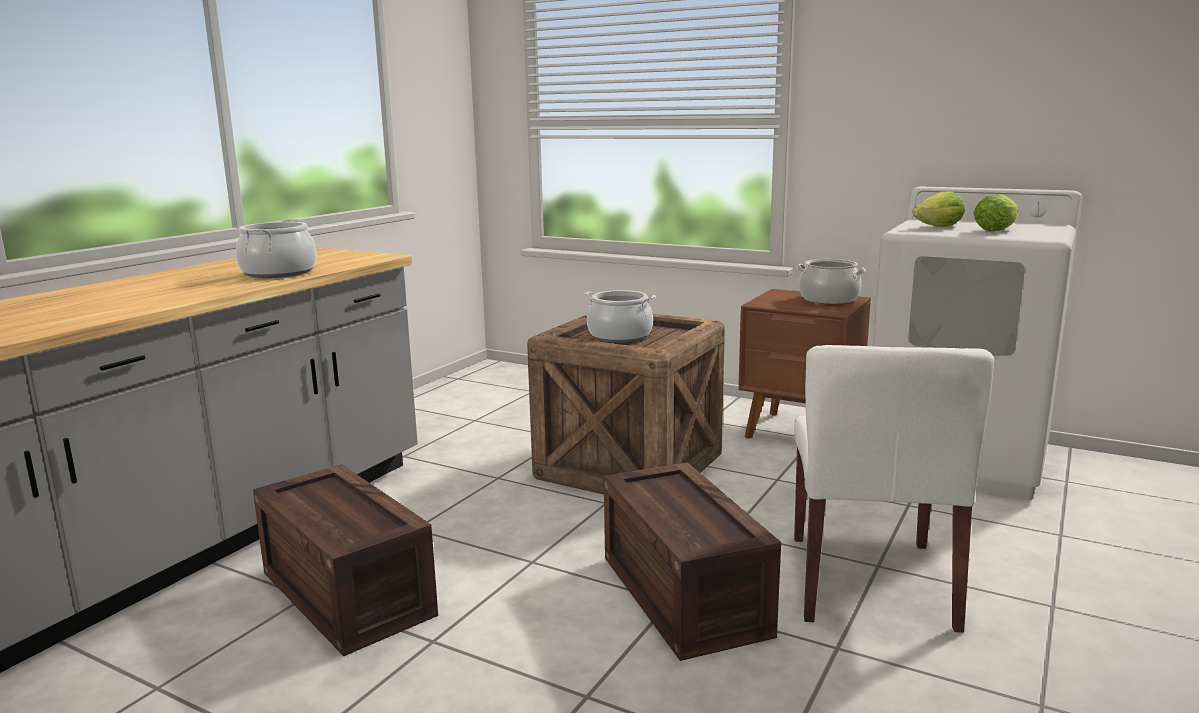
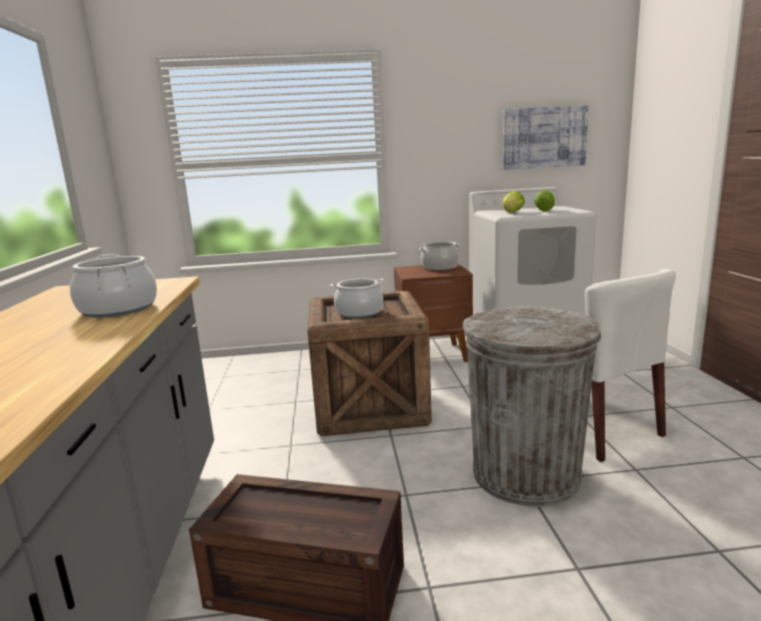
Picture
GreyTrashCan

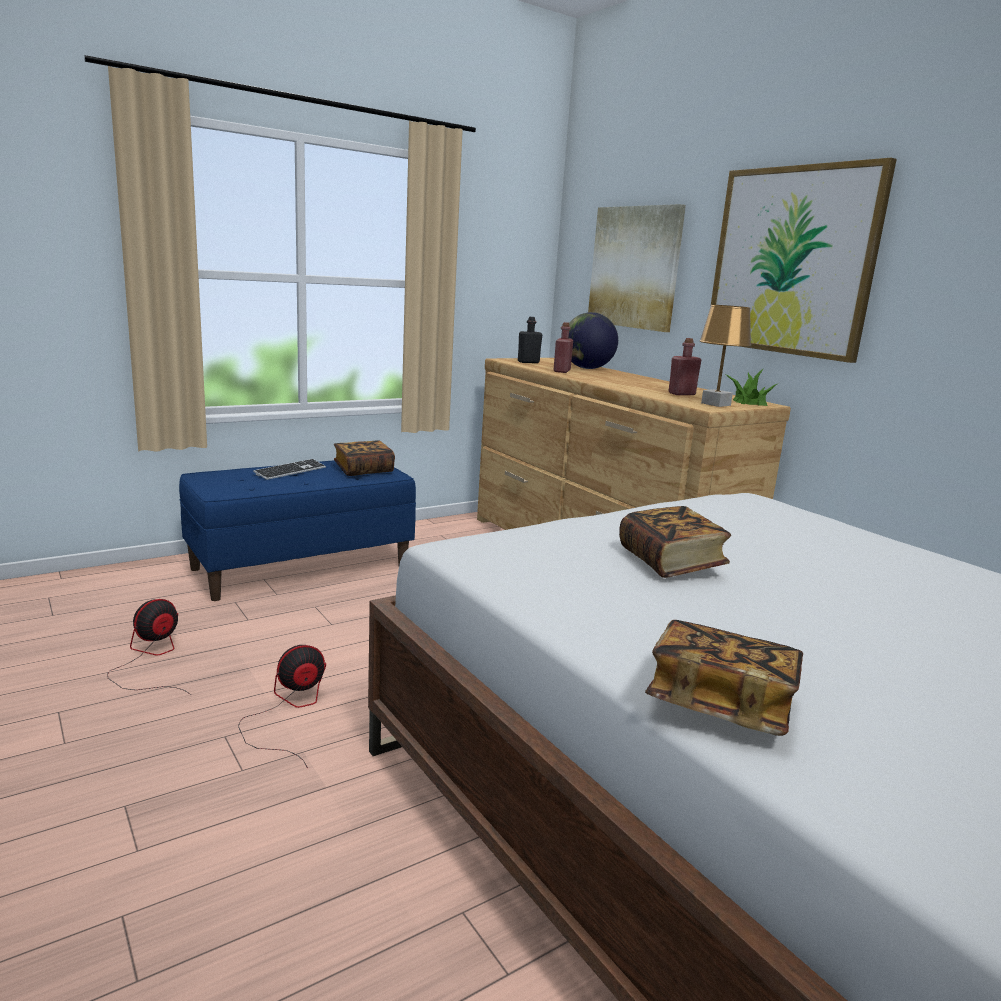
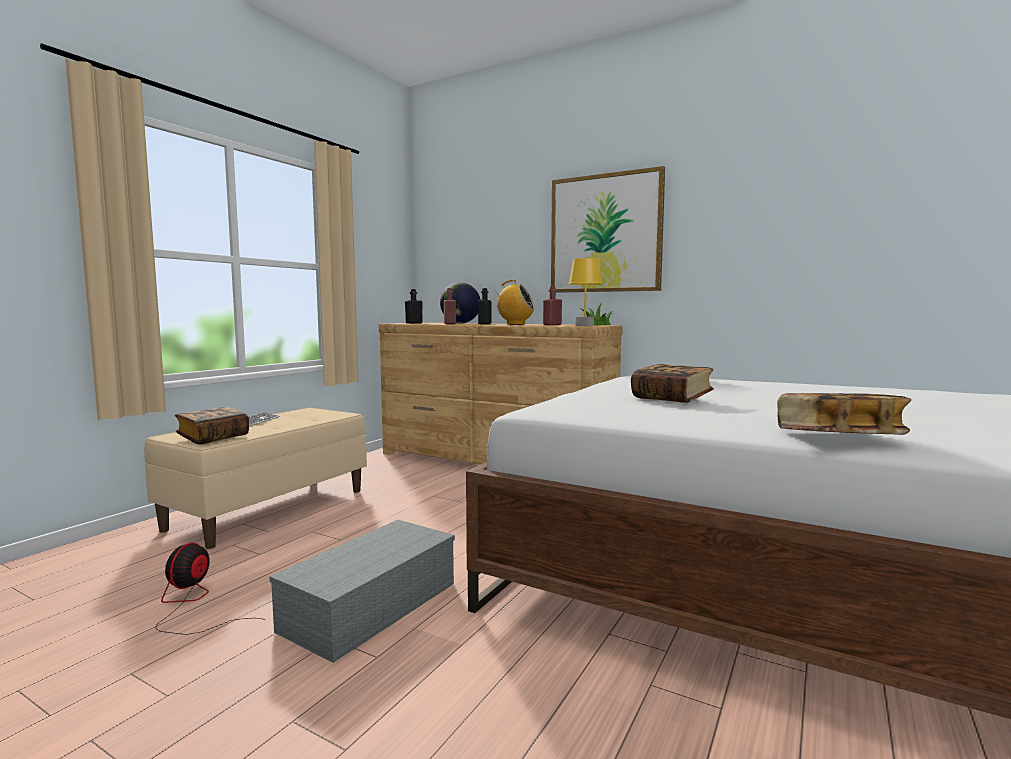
Picture (1st from left in the first image)
BlackBottle (2nd from left)
Radio
Book (1st from left)
GreyStorageBox
BeigeBench
YellowTableLamp

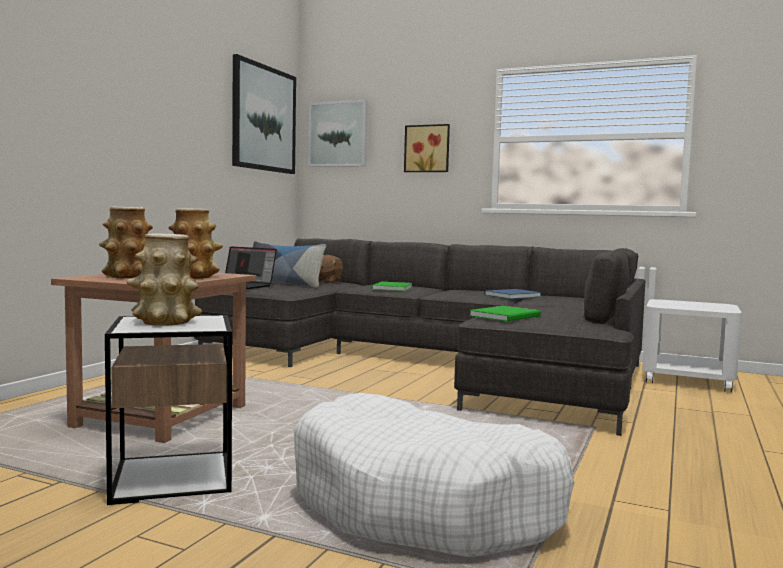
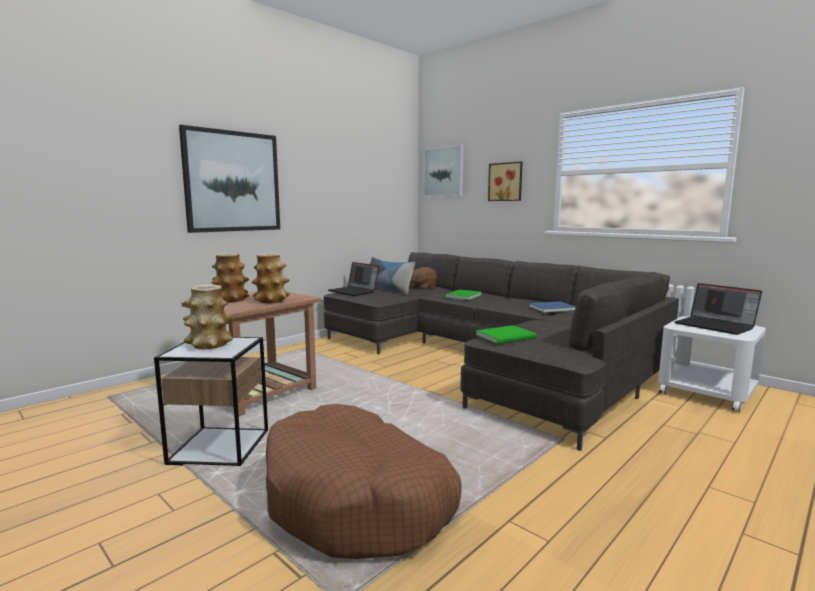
Laptop (2nd from left)
Picture (1st from left)
BrownDogBed

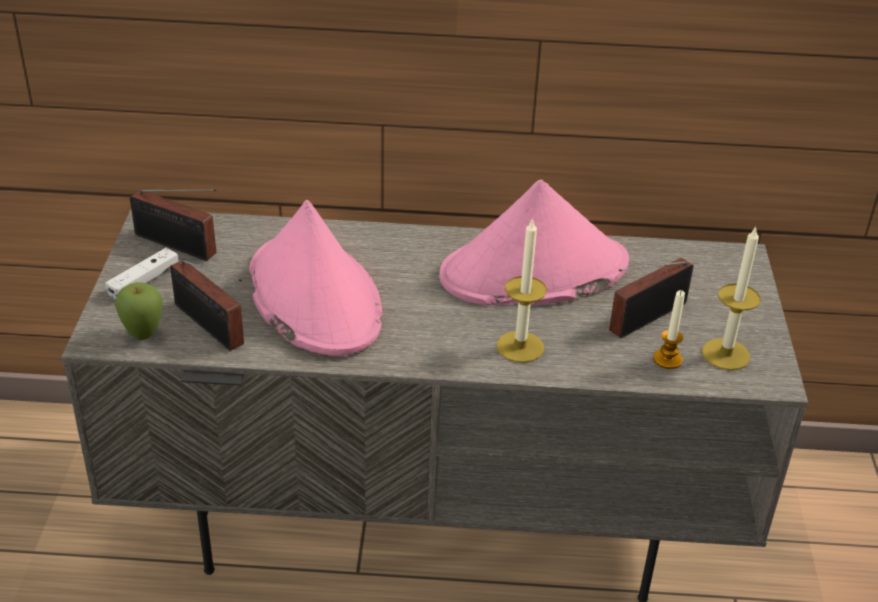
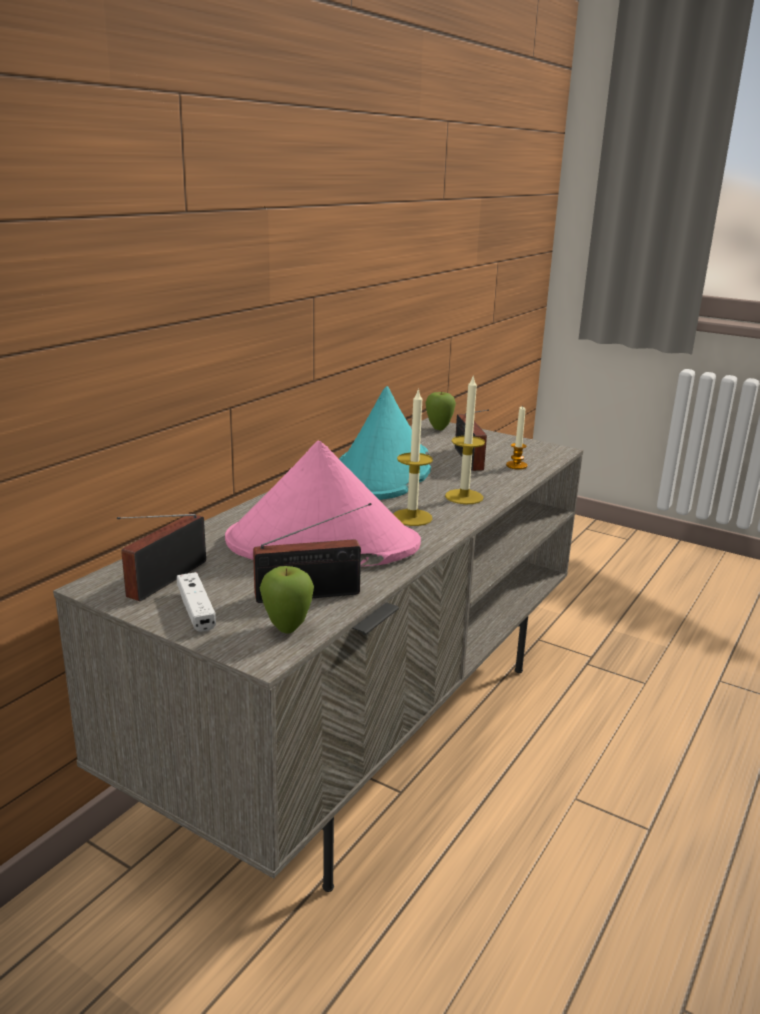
Apple (2nd from left)
Candle (1st from left)
TurquoiseHat
Radio (1st from left)

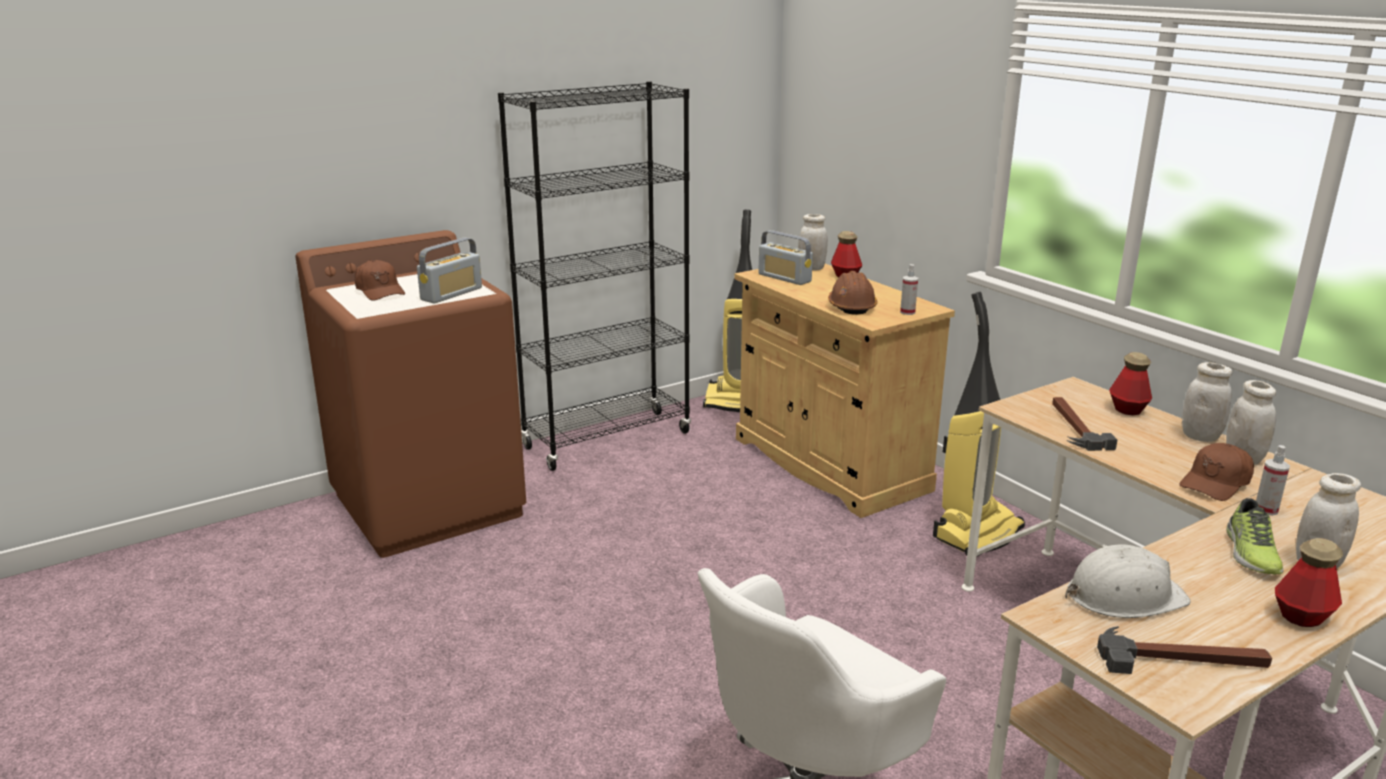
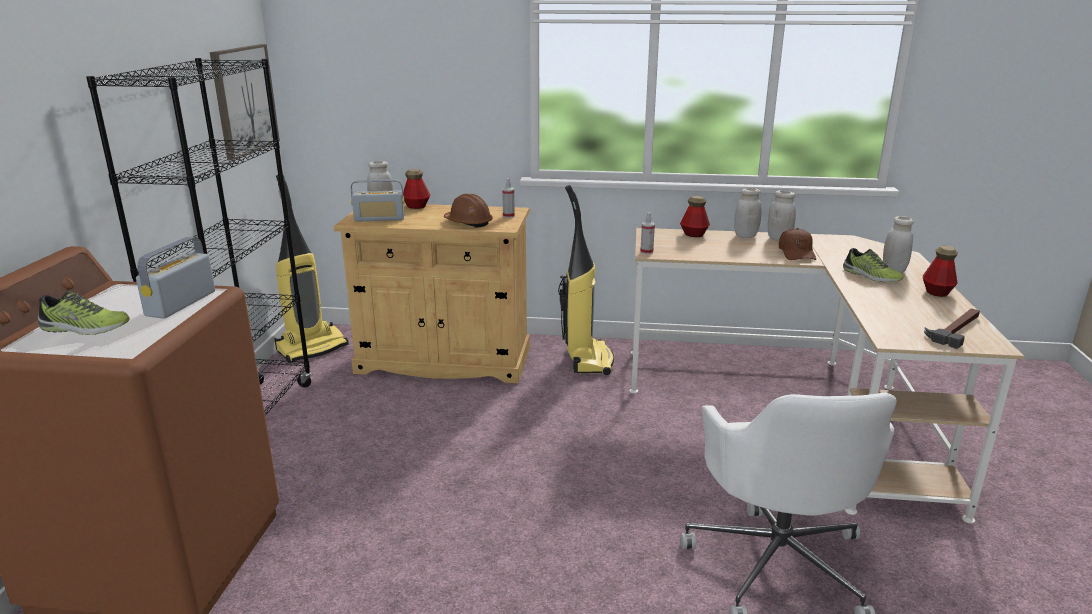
Hammer (1st from left in the first image)
WhiteHardHat
Picture
SprayBottle (2nd from left)
Shoe (1st from left)
Radio (1st from left)

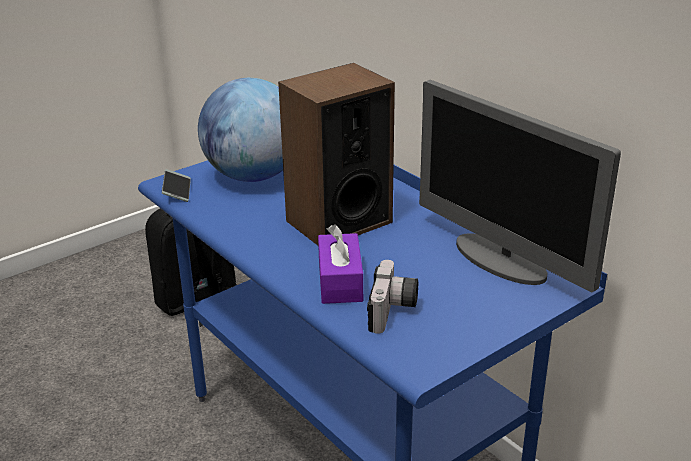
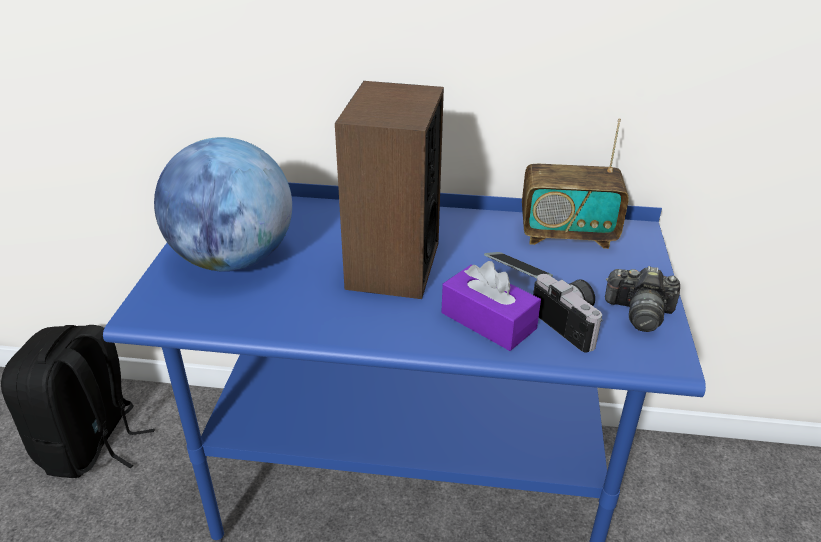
PhotoCamera (2nd from left)
Phone
Radio

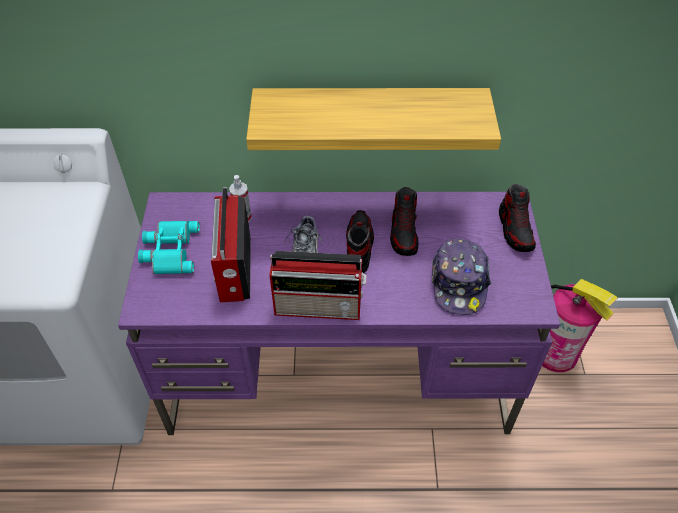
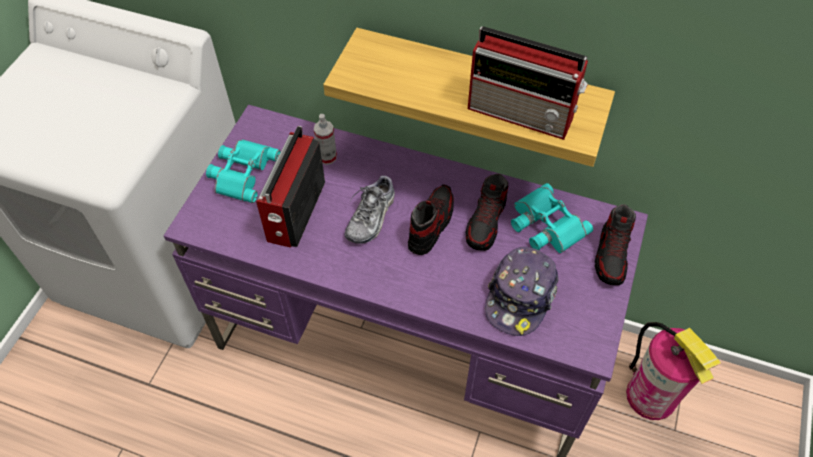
TurquoiseBinoculars (2nd from left)
Radio (2nd from left)

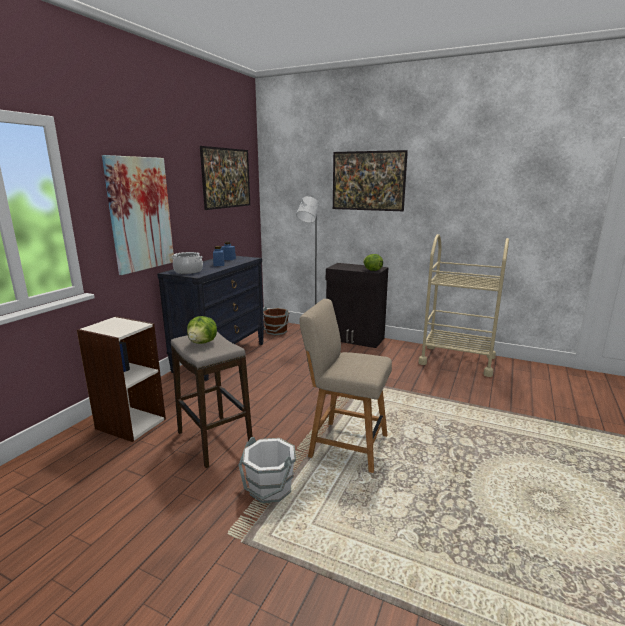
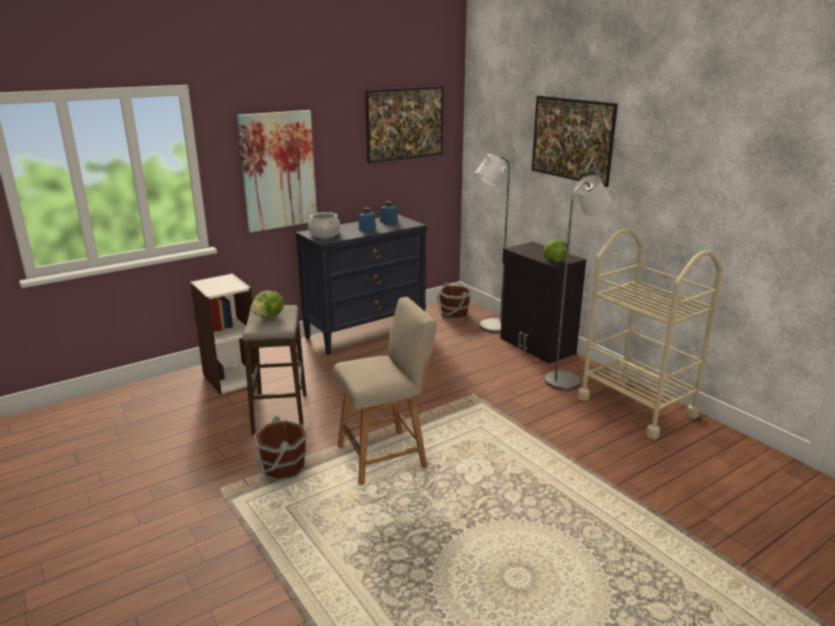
GreyFloorLamp (2nd from left)
BrownBucket (1st from left)
BeigeChair

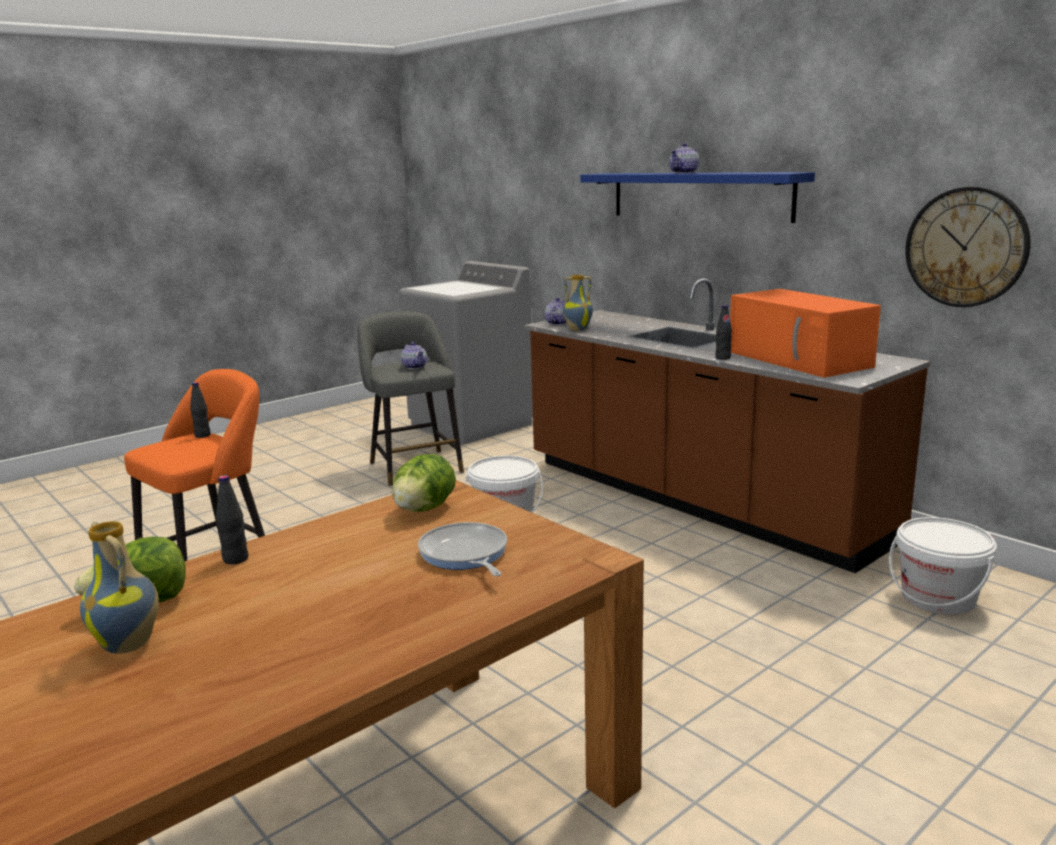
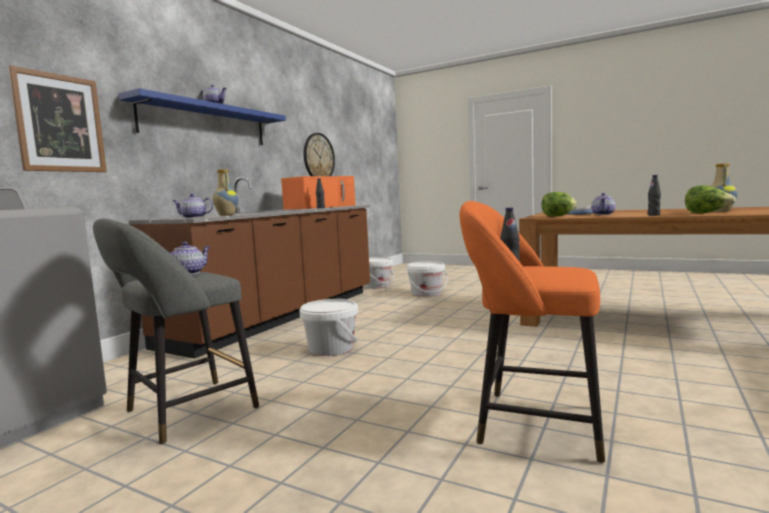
Picture
WhiteBucket (3rd from left)
Teapot (4th from left)

